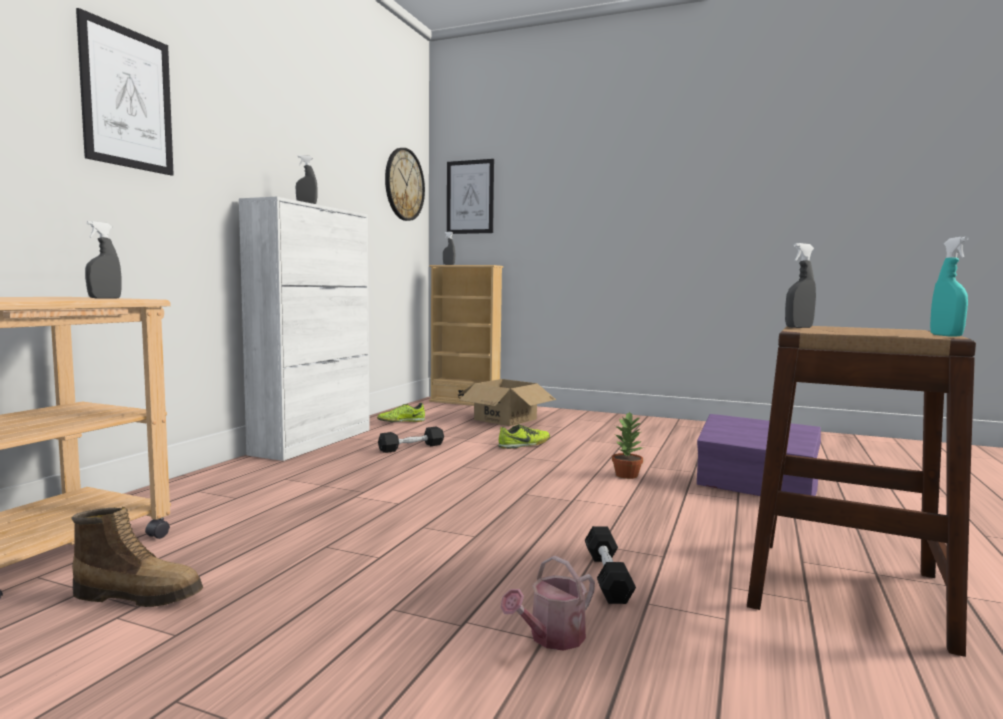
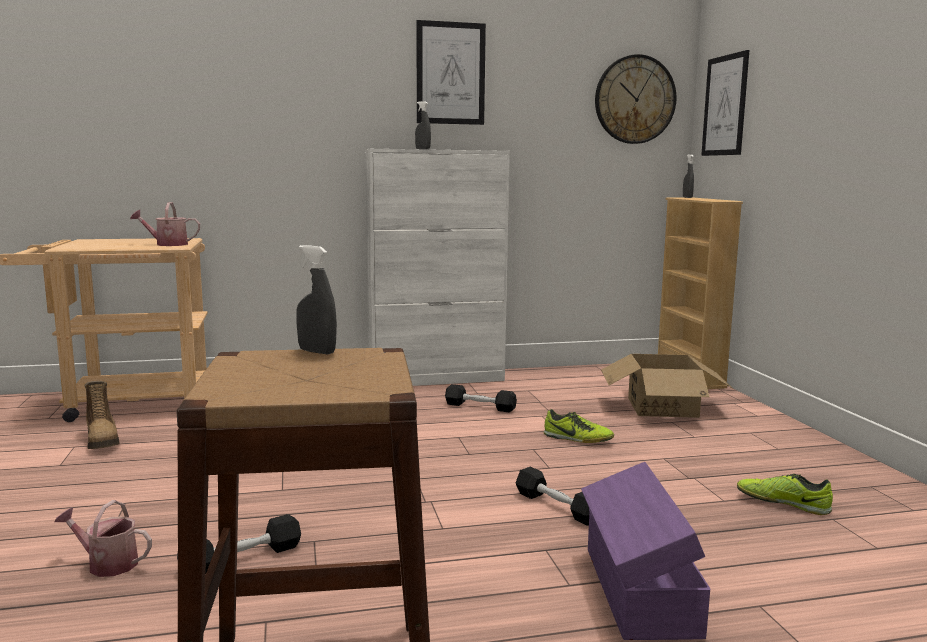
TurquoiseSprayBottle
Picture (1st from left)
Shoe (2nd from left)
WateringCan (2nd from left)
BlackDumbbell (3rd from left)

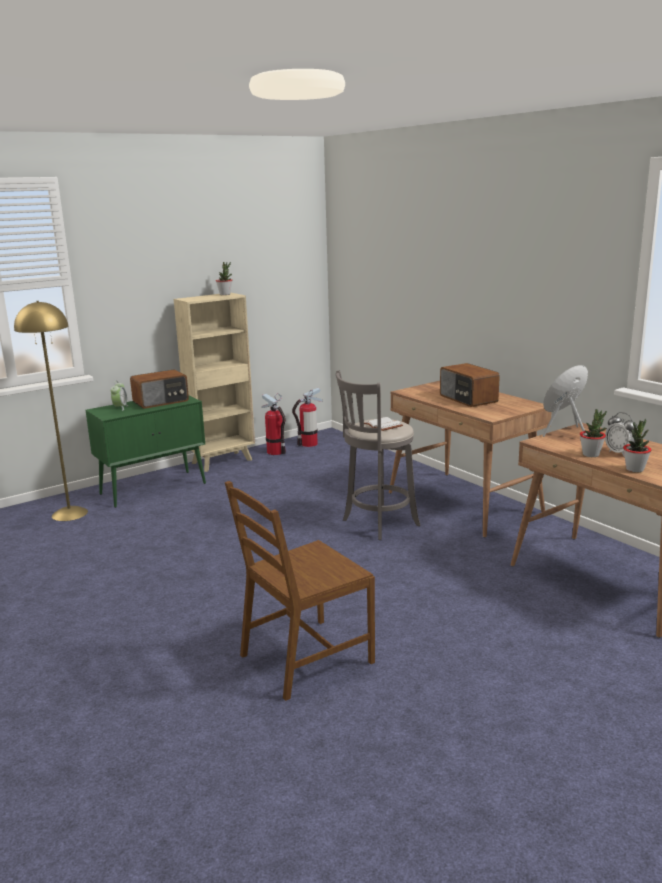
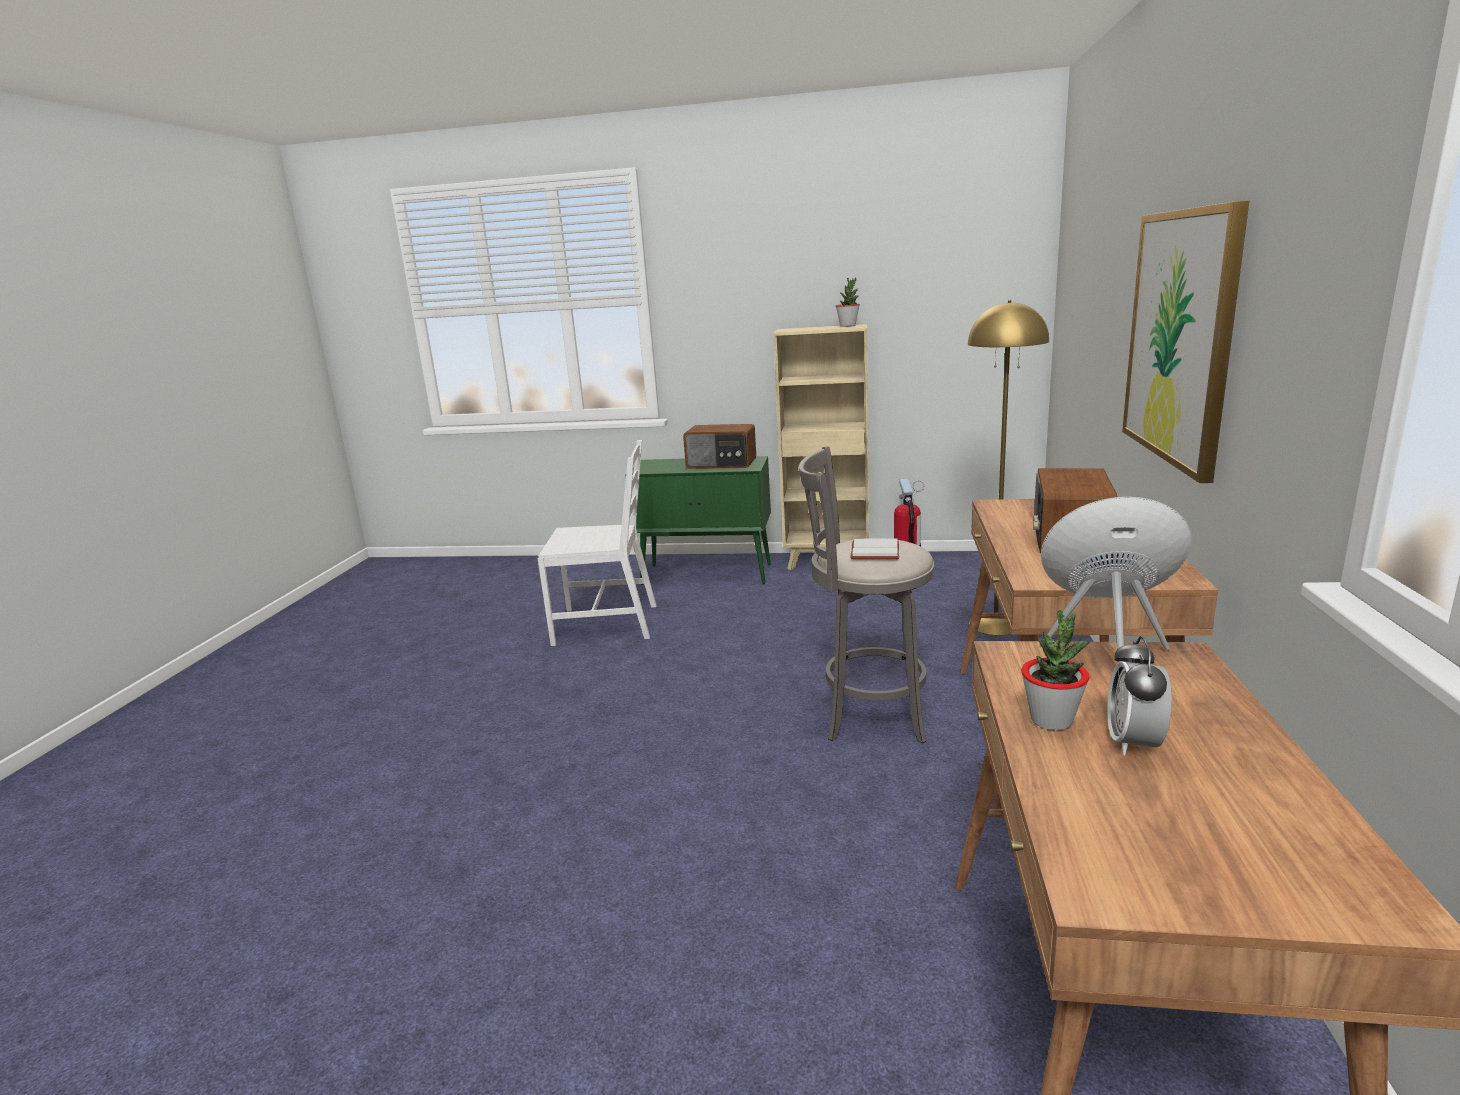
AlarmClock (1st from left in the first image)
BrownChair
FireExtinguisher (2nd from left in the first image)
PottedPlant (3rd from left in the first image)
WhiteChair
Picture
YellowFloorLamp

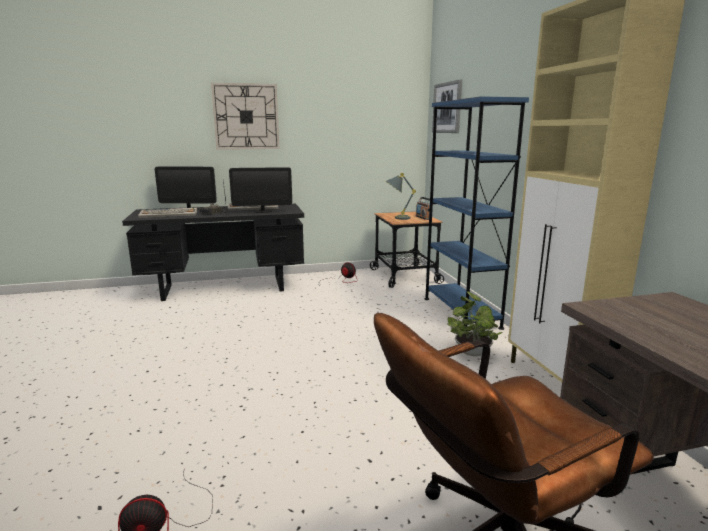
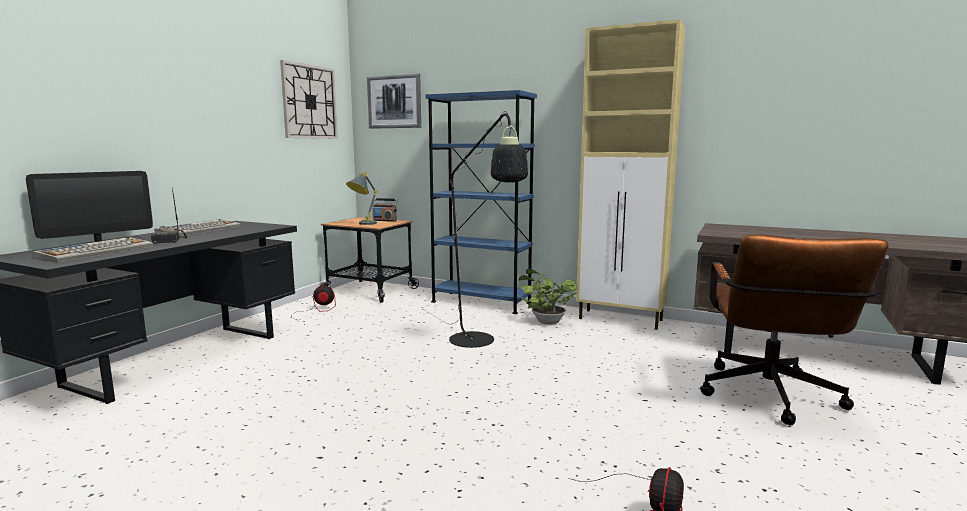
Monitor (2nd from left in the first image)
BlackFloorLamp
WallClock

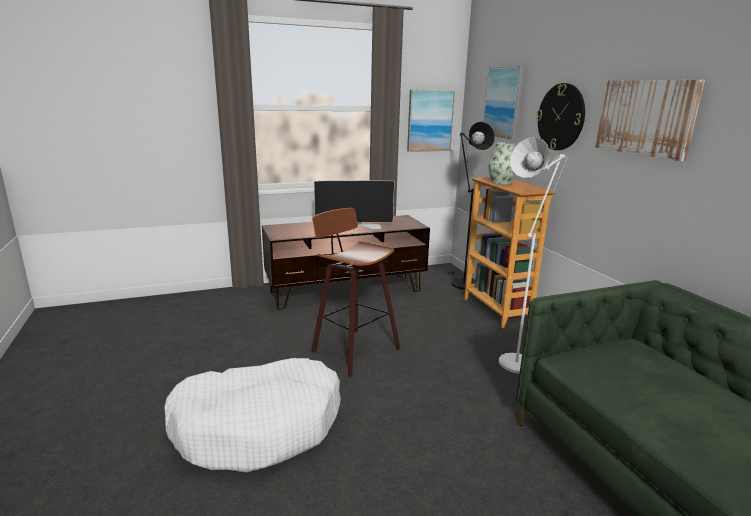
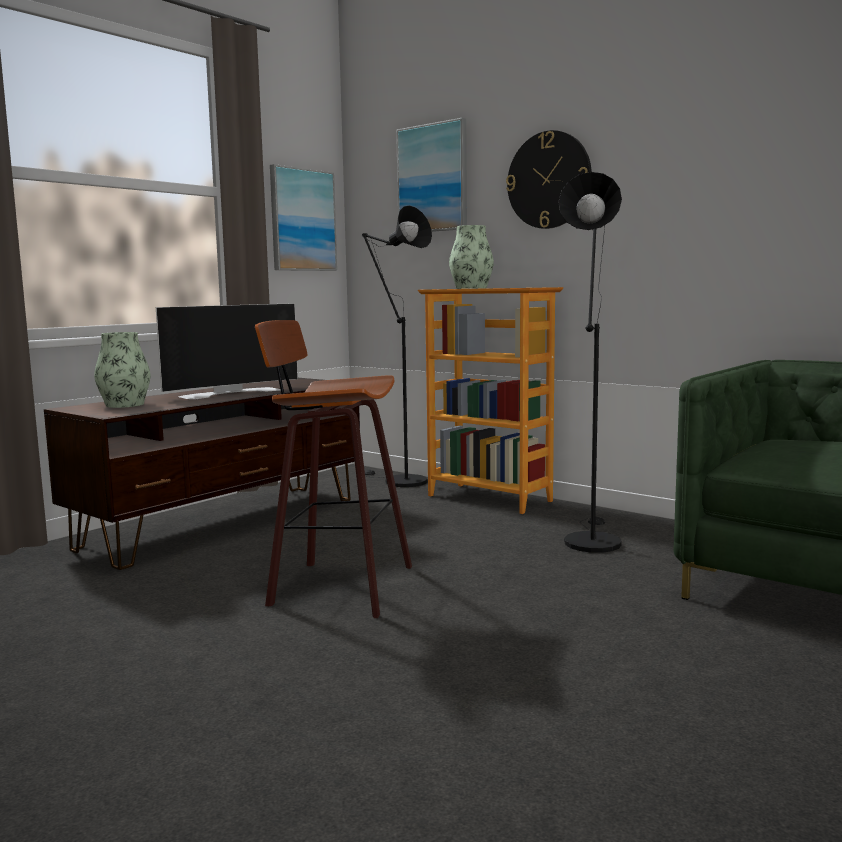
WhiteDogBed
Picture (3rd from left in the first image)
Vase (1st from left)
BlackFloorLamp (2nd from left)

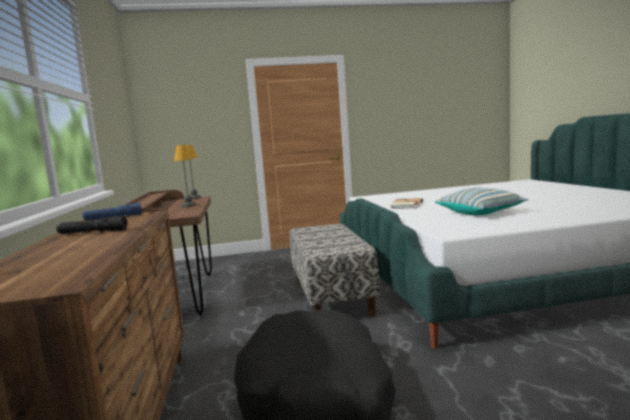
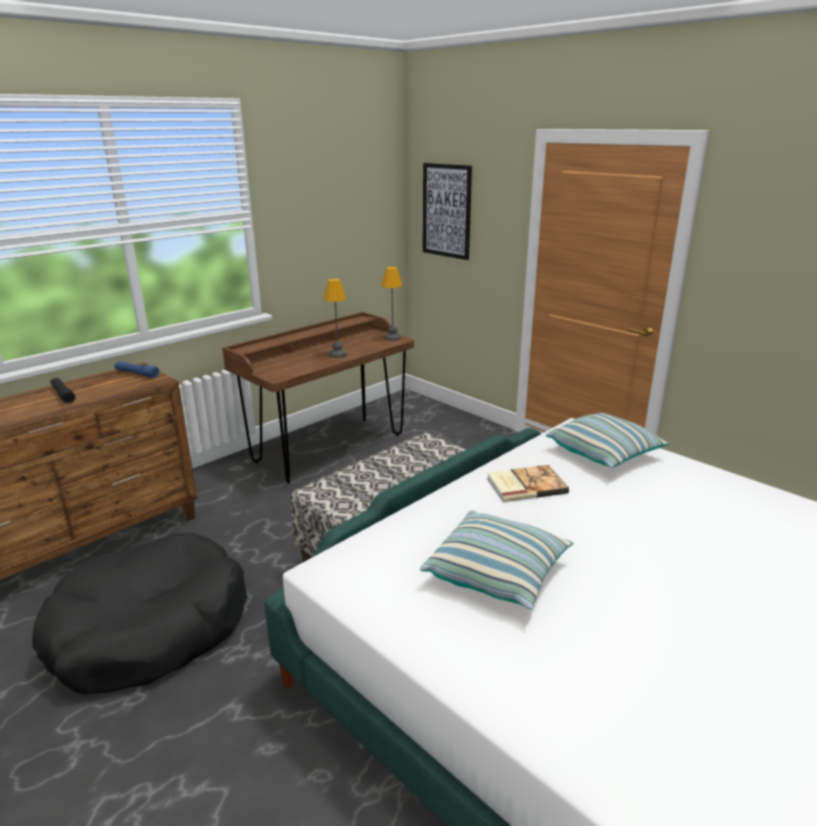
Picture
Pillow (2nd from left)

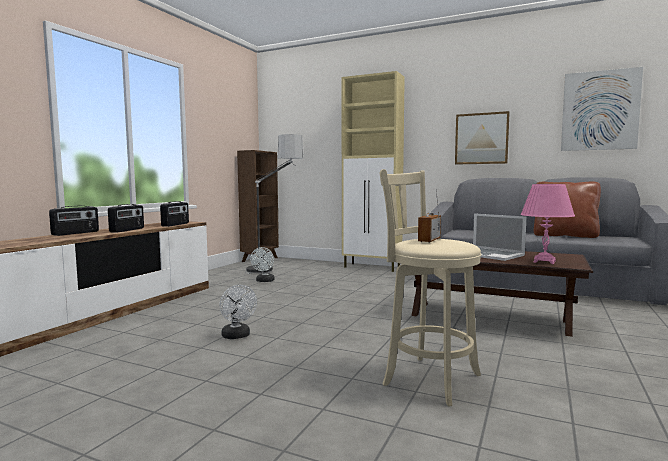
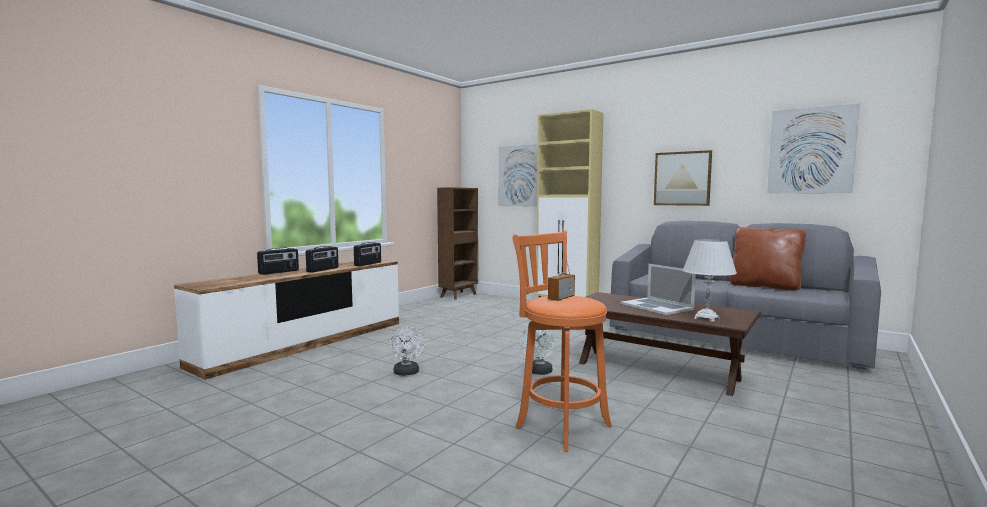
FloorLamp
Picture (1st from left)
WhiteFan (2nd from left)
OrangeStool
WhiteTableLamp

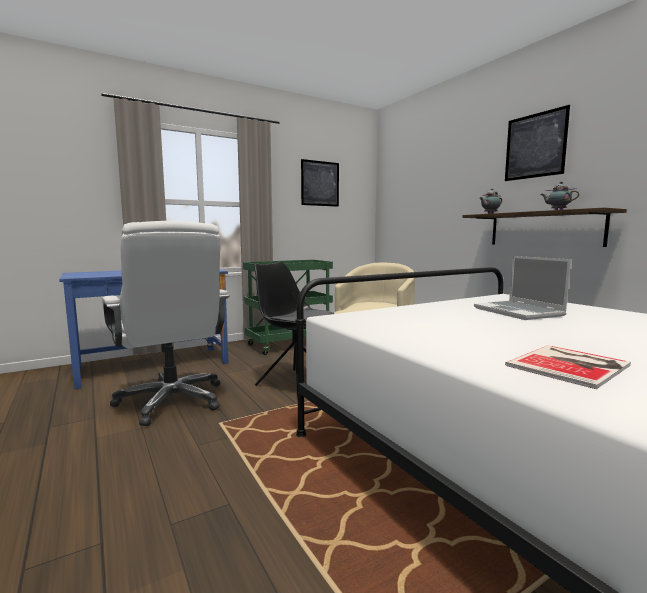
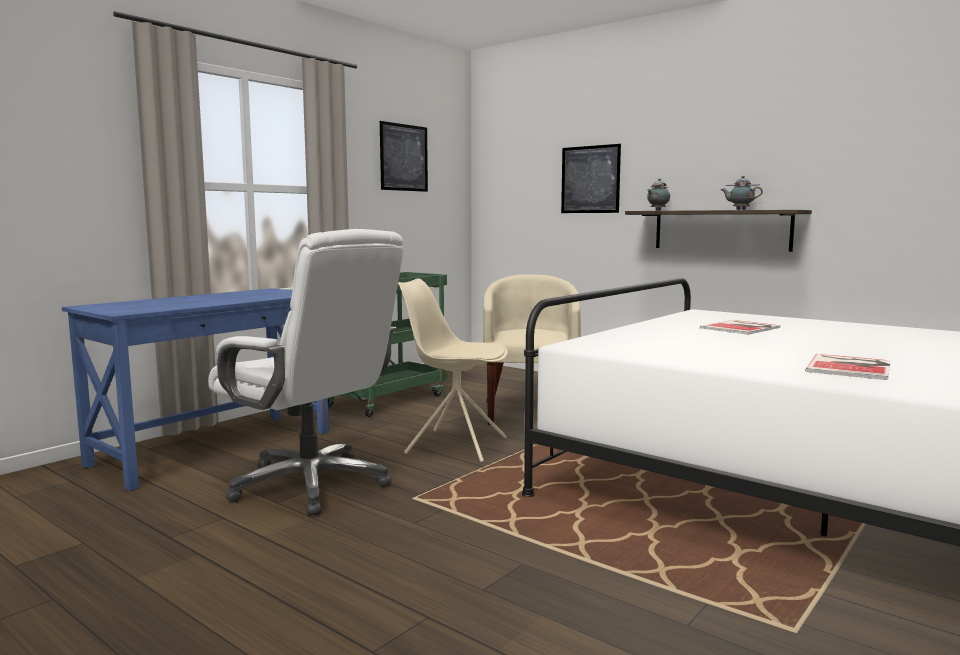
Picture (2nd from left)
Book (1st from left)
BeigeChair

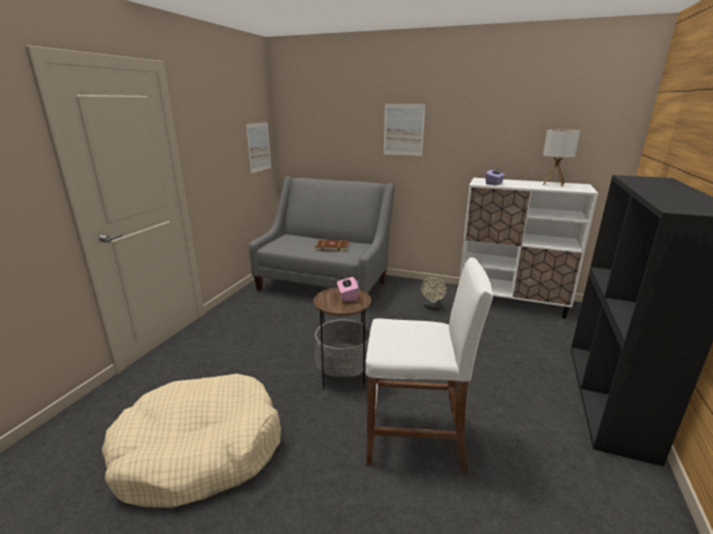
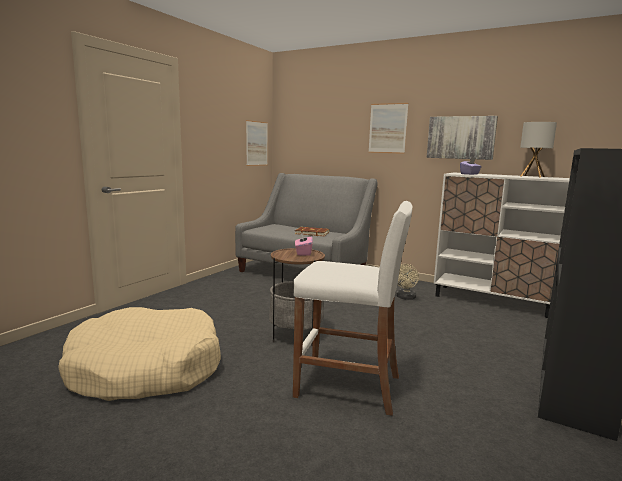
Picture (3rd from left)

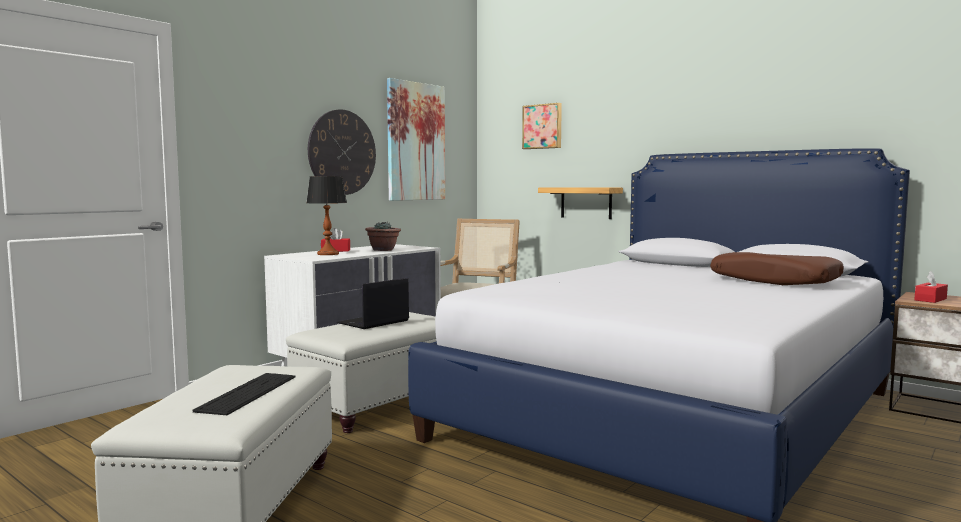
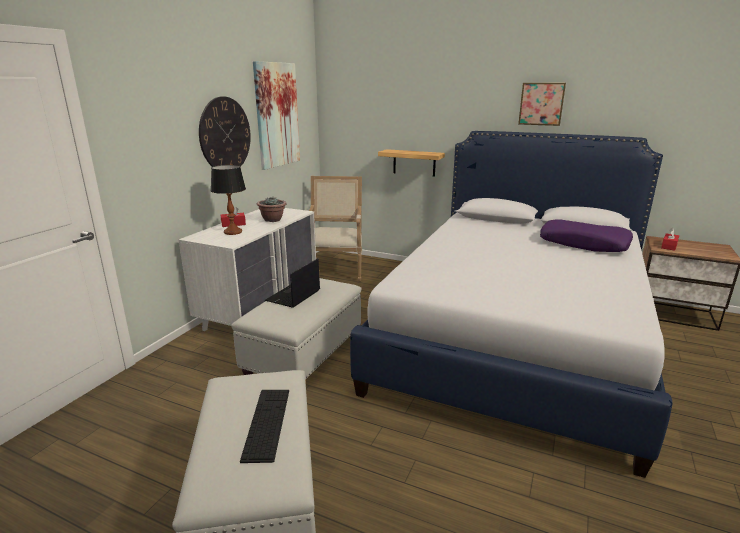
Picture (2nd from left)
PurplePillow

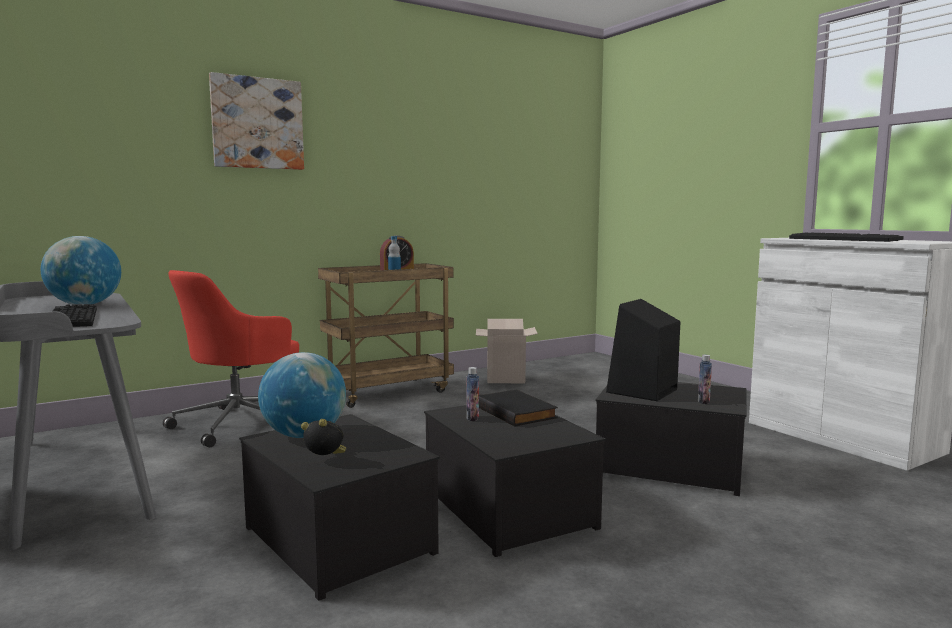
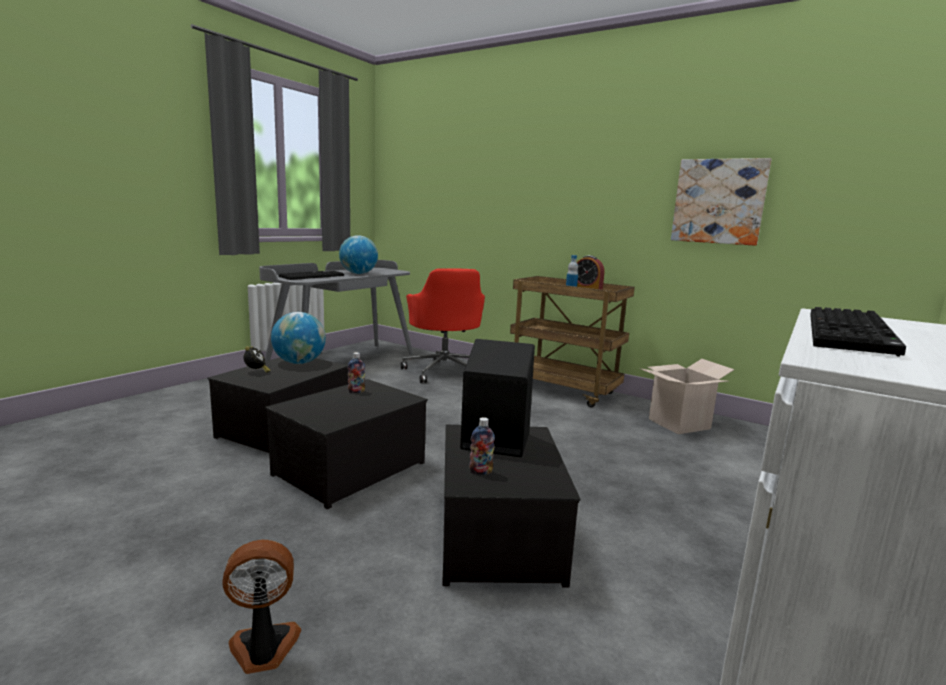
BlackBook
Fan
Picture
RedOfficeChair

